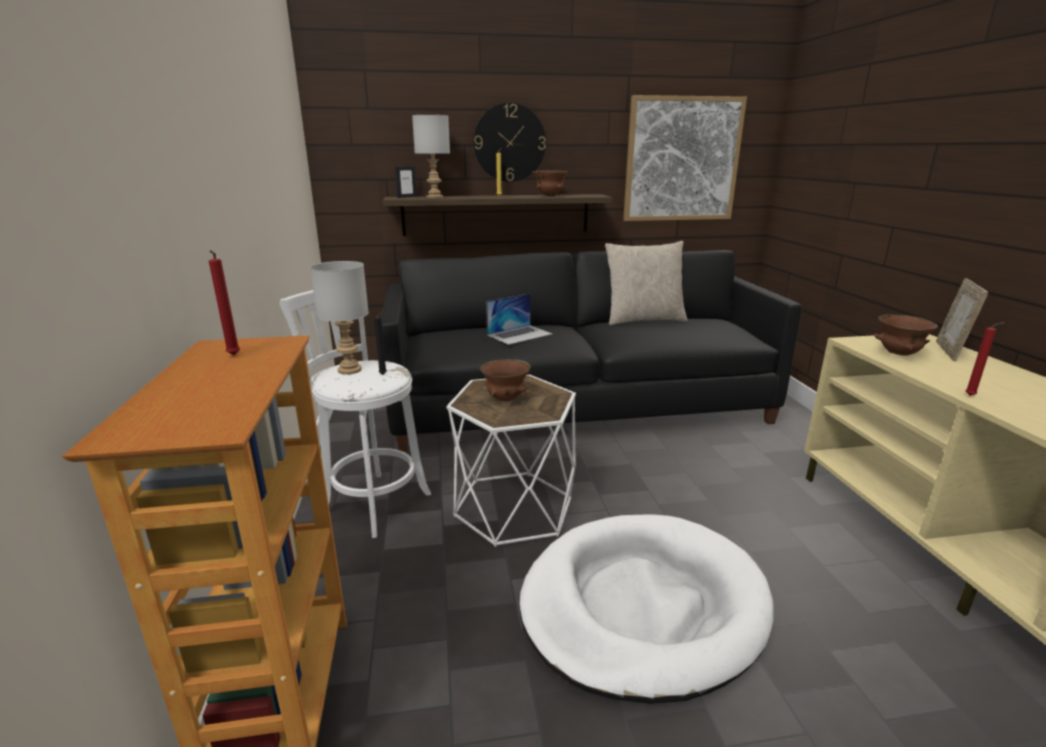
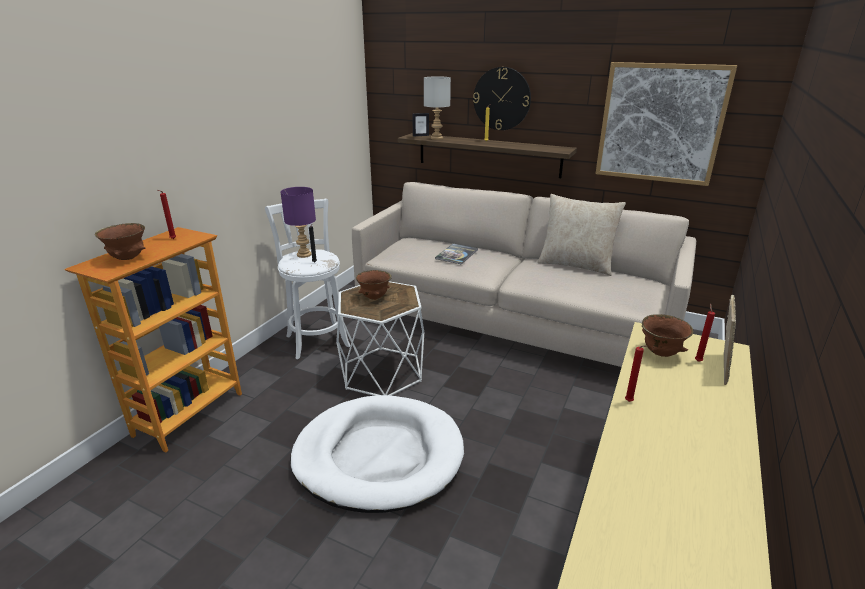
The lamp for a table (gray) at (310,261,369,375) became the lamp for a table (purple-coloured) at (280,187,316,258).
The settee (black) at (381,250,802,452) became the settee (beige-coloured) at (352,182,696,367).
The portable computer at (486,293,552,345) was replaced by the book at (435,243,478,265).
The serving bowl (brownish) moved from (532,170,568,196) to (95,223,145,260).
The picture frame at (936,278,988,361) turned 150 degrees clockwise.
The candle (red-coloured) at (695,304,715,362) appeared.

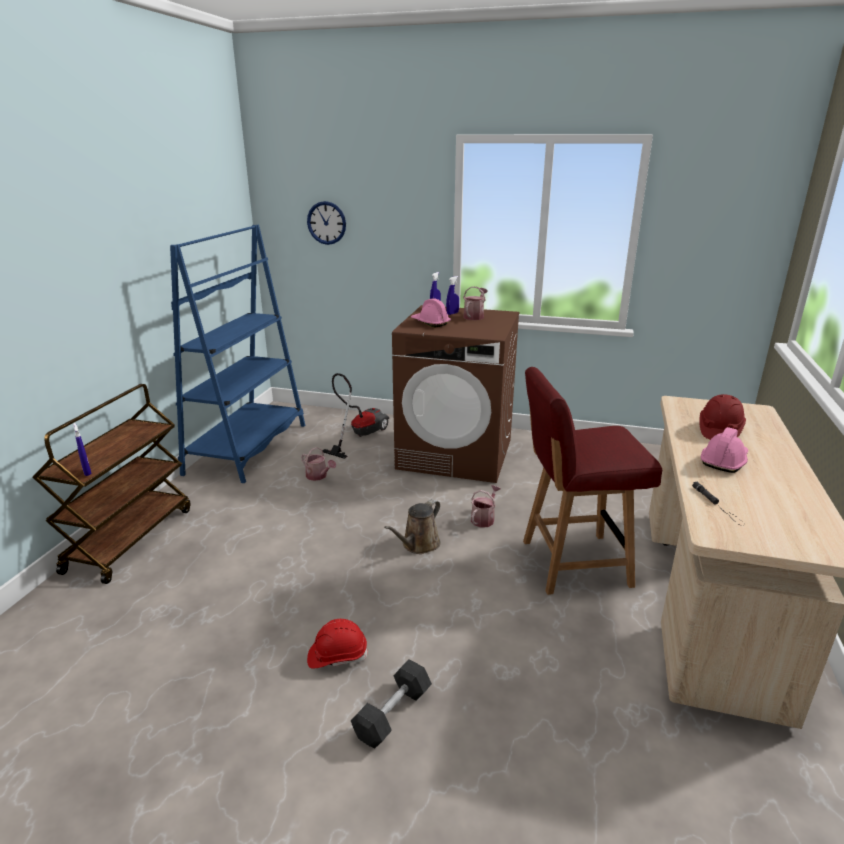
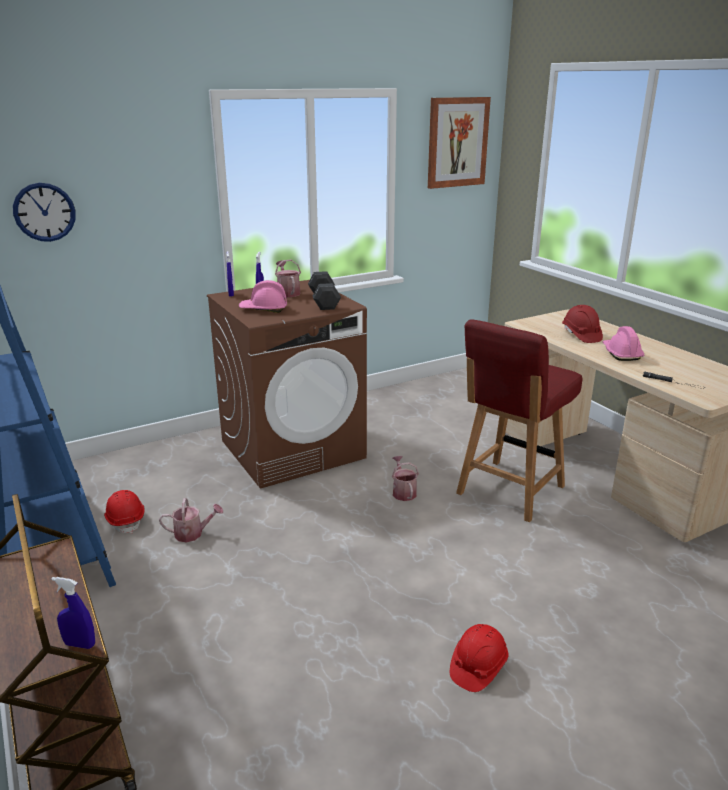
The vacuum at (322,373,389,459) disappeared.
The free weight (gray) moved from (351,659,432,749) to (308,271,341,310).
The watering can (brownish) at (384,499,440,554) disappeared.
The safety helmet (red-coloured) at (104,490,145,534) appeared.
The wall picture at (428,97,491,189) appeared.

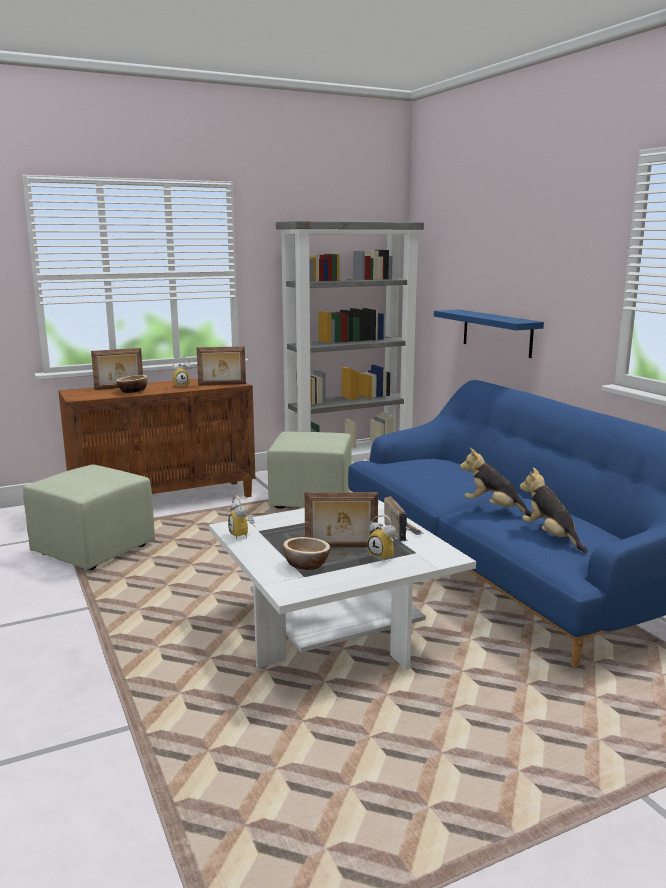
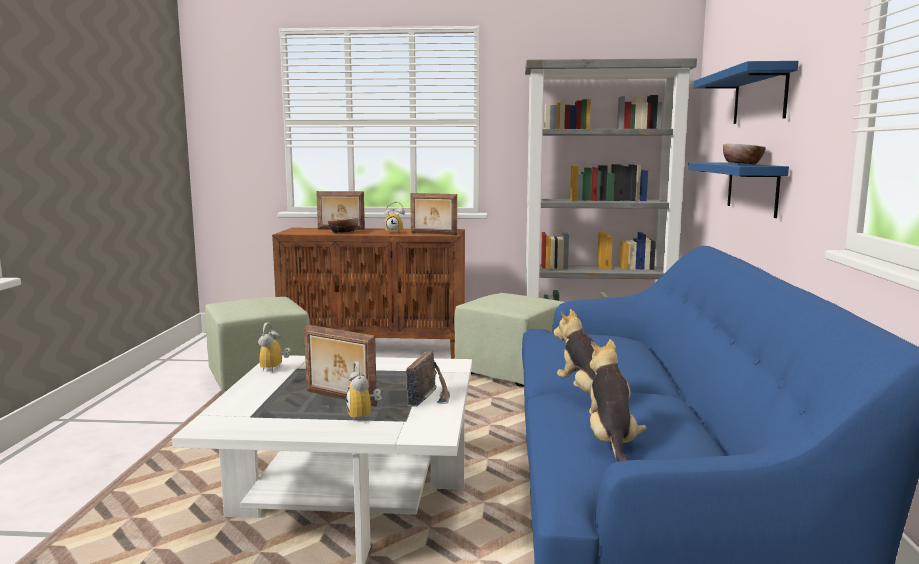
The serving bowl moved from (283,537,330,570) to (723,144,766,164).
The wall shelf (blue) at (693,61,798,124) appeared.

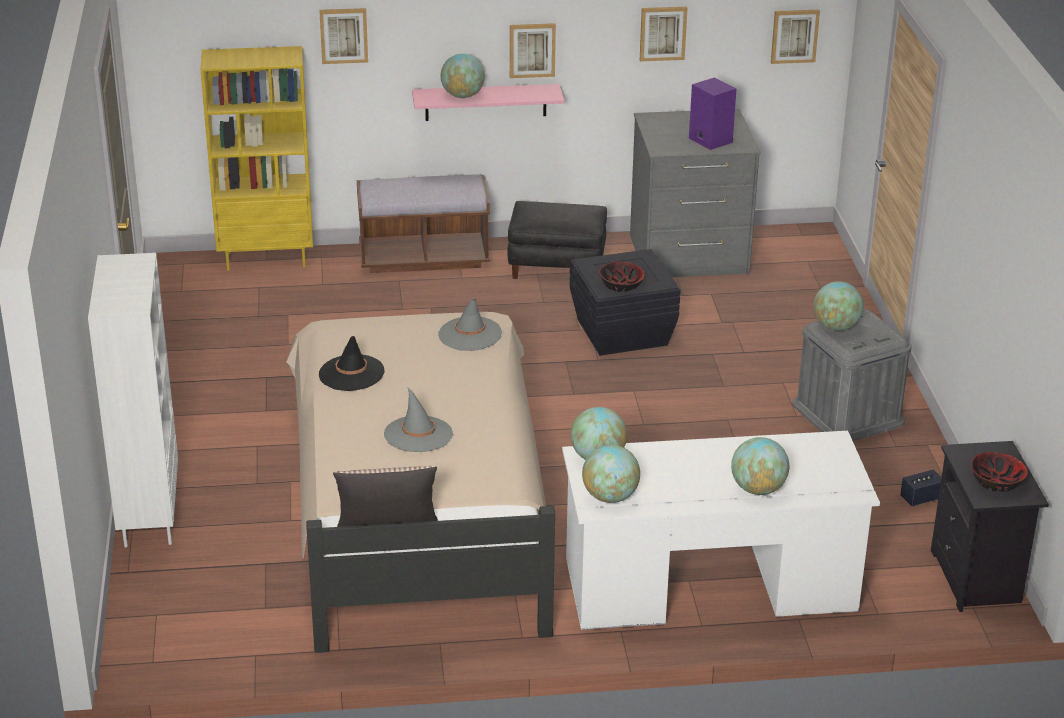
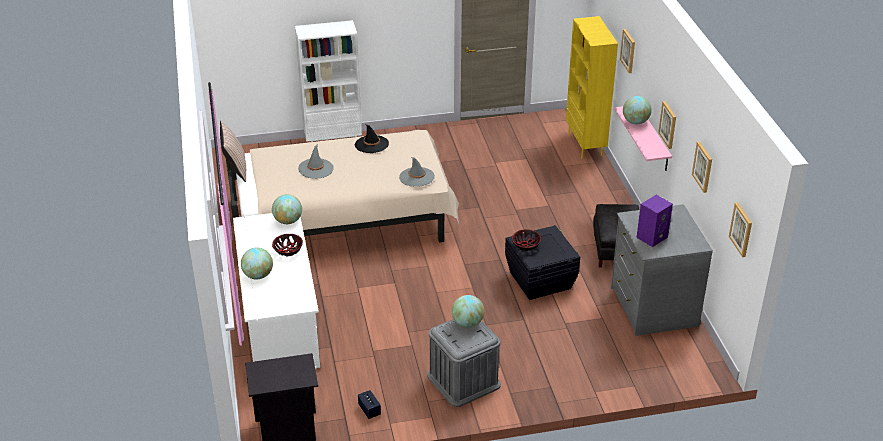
The bench (brownish) at (357,174,490,273) disappeared.
The world globe at (582,445,640,503) disappeared.
The serving bowl moved from (971,452,1028,492) to (272,234,303,256).

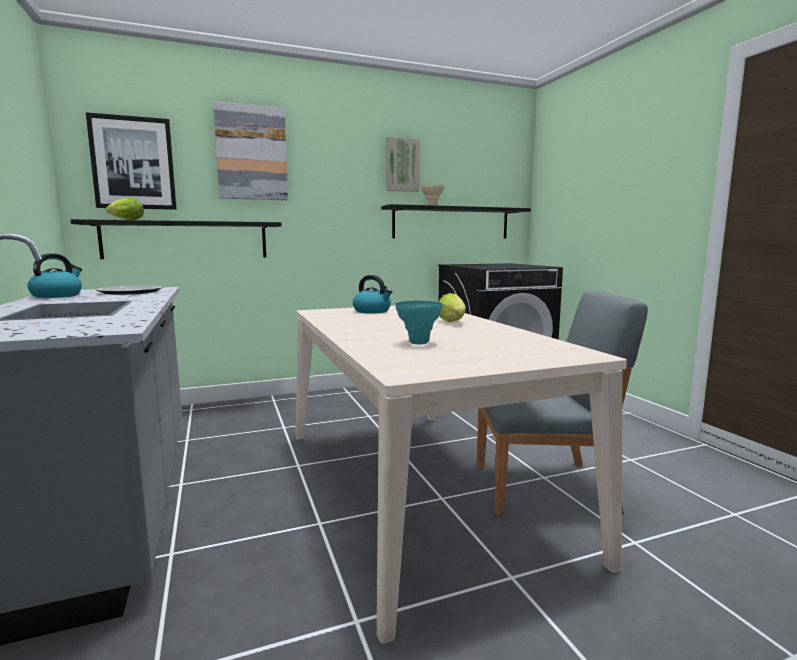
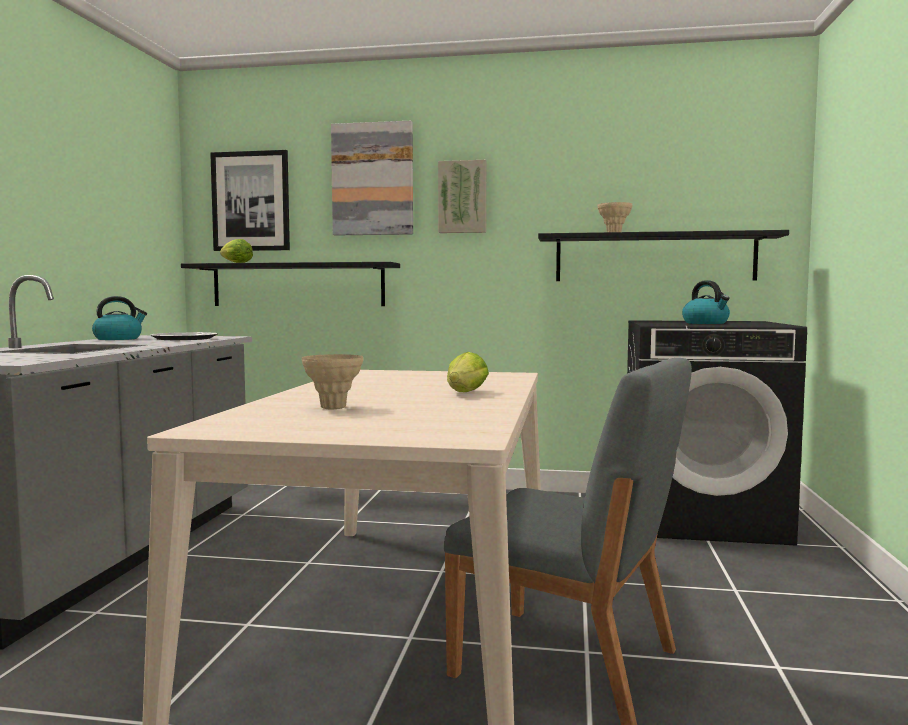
The kettle moved from (353,275,392,314) to (682,280,730,324).
The wall picture moved from (386,136,420,192) to (438,160,486,233).
The decorative vase (blue-green) at (396,301,443,344) became the decorative vase (beige-coloured) at (302,354,363,409).

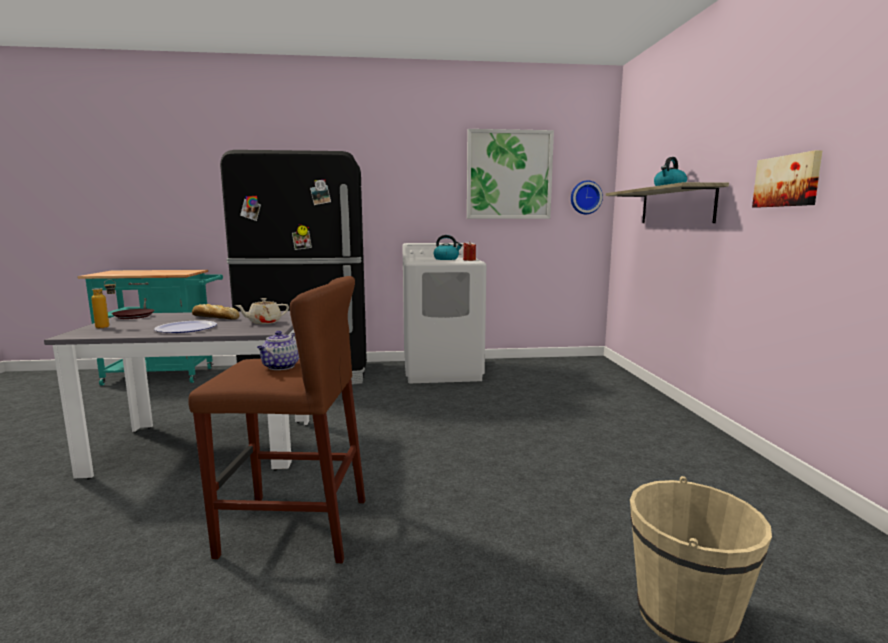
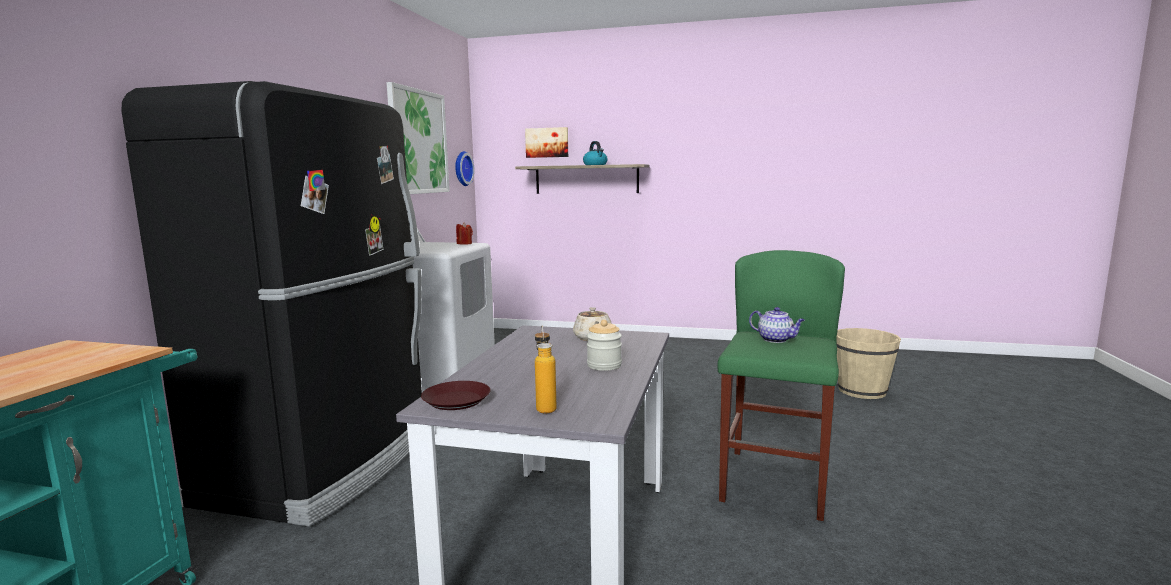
The flat dish at (154,320,217,333) was replaced by the jar at (587,320,622,371).
The stool seat (brownish) at (188,276,365,563) became the stool seat (green) at (717,250,845,521).
The bread at (192,304,239,319) disappeared.
The kettle at (434,235,462,260) disappeared.
The wall picture moved from (752,150,823,208) to (525,127,568,158).

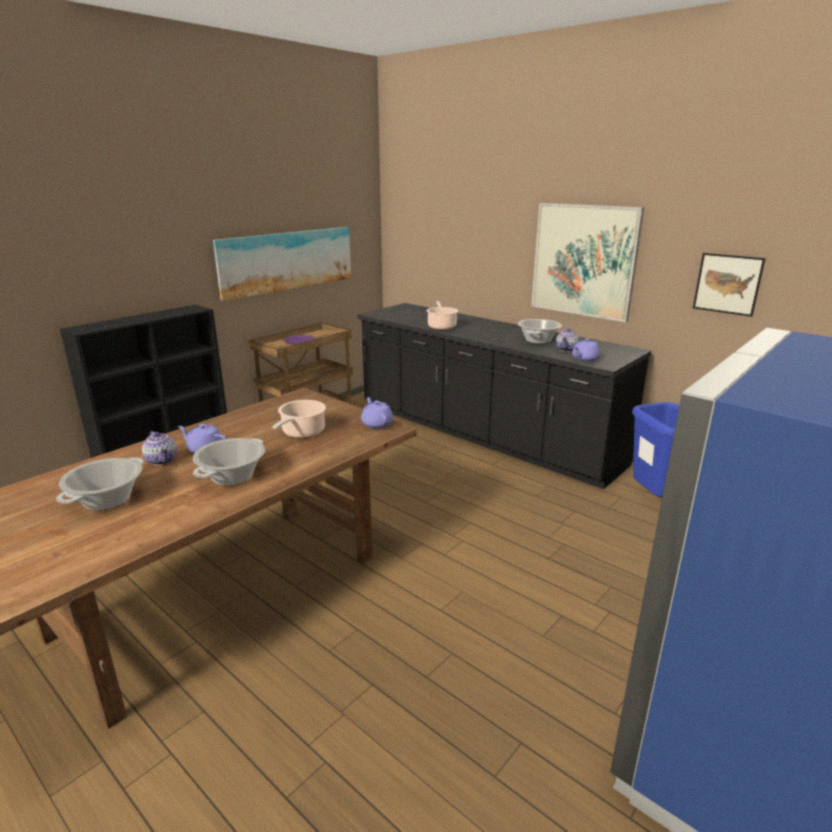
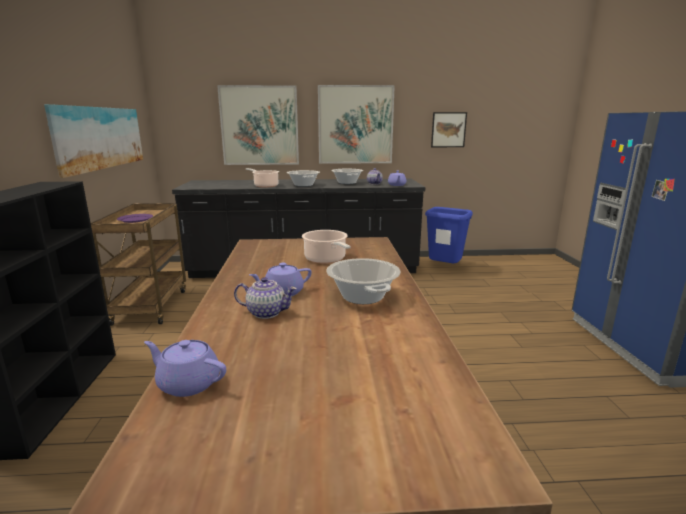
The saucepot moved from (56,457,144,510) to (287,170,320,187).
The pot for tea (purple-coloured) moved from (361,397,393,429) to (144,340,226,397).
The wall picture at (217,85,299,165) appeared.

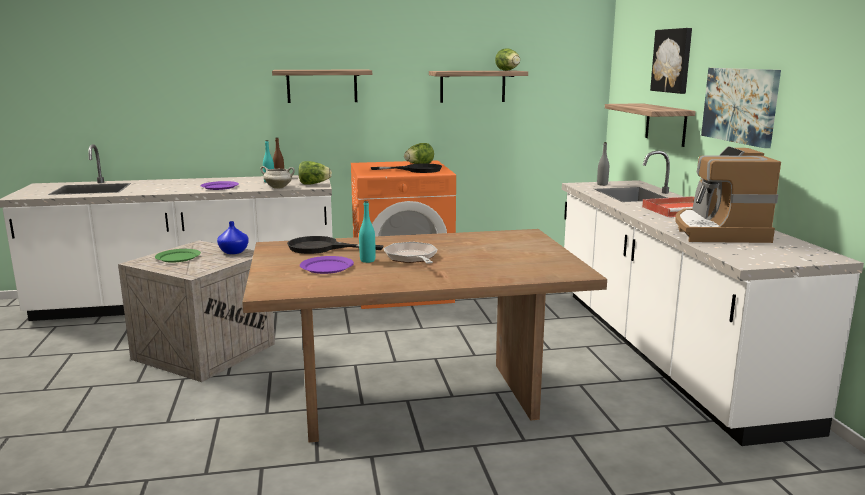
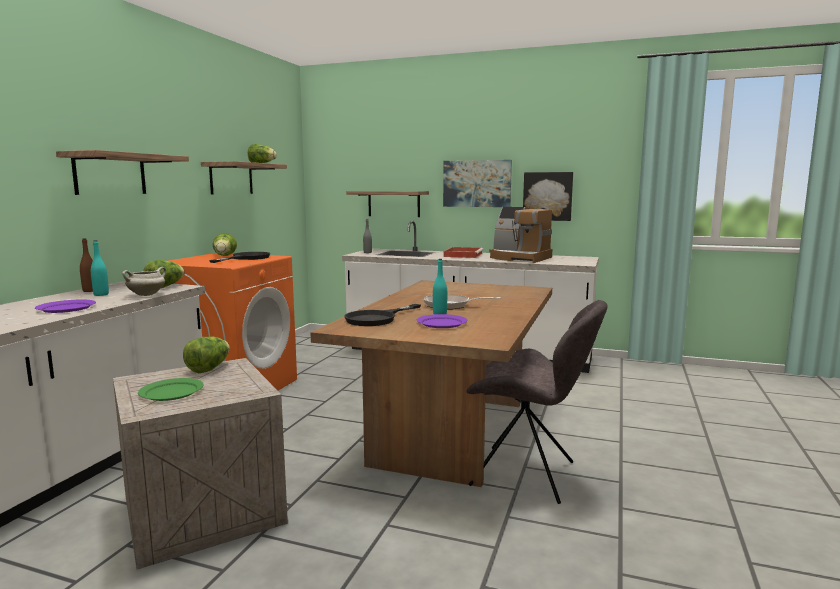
The decorative vase (blue) at (217,221,249,254) was replaced by the head of lettuce at (183,336,230,373).
The wall picture moved from (650,28,692,94) to (523,172,573,221).
The chair (gray) at (467,300,608,504) appeared.

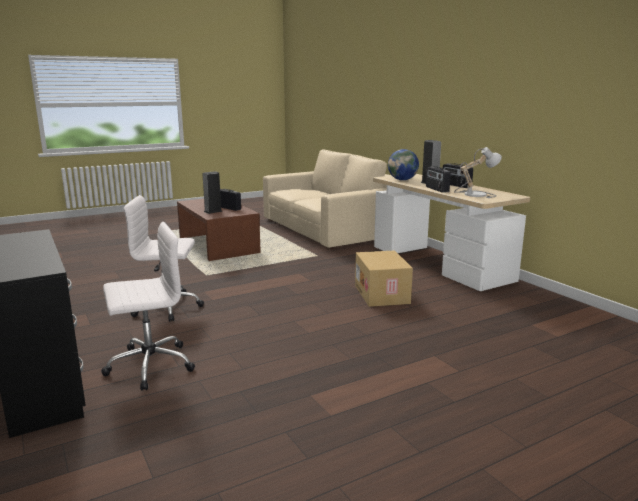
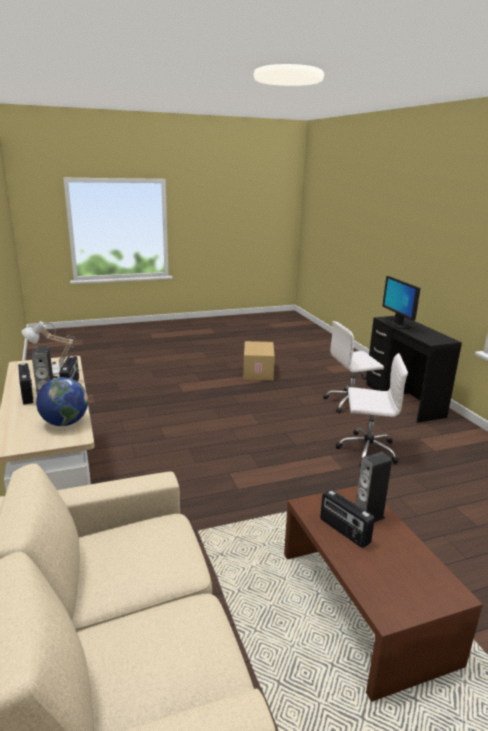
The cardboard box moved from (355,250,413,307) to (243,341,275,381).
The monitor at (382,276,421,329) appeared.

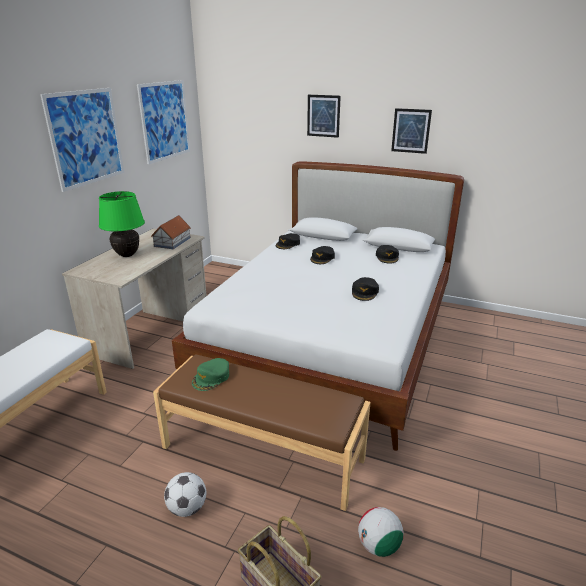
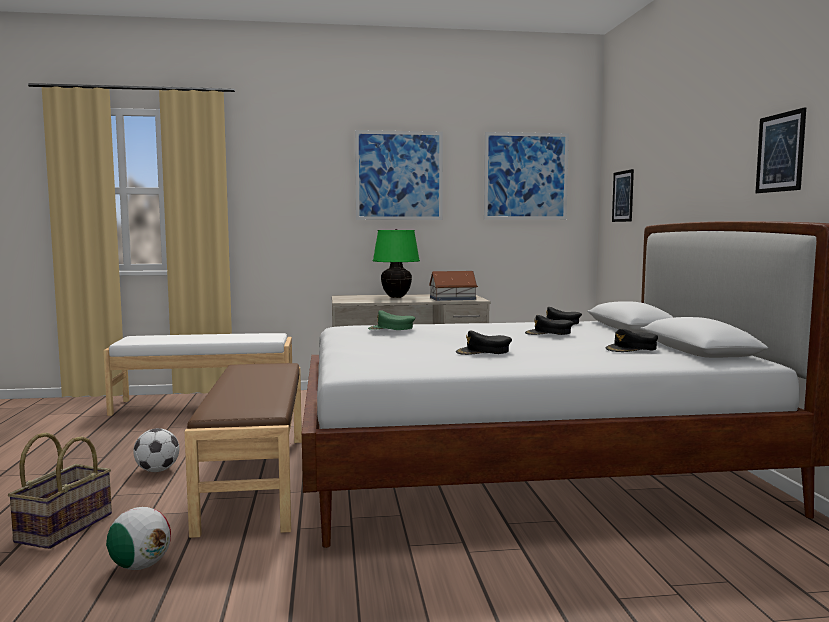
The cap (green) moved from (192,358,229,391) to (368,310,415,330).
The wall picture moved from (307,95,341,138) to (612,169,634,222).

